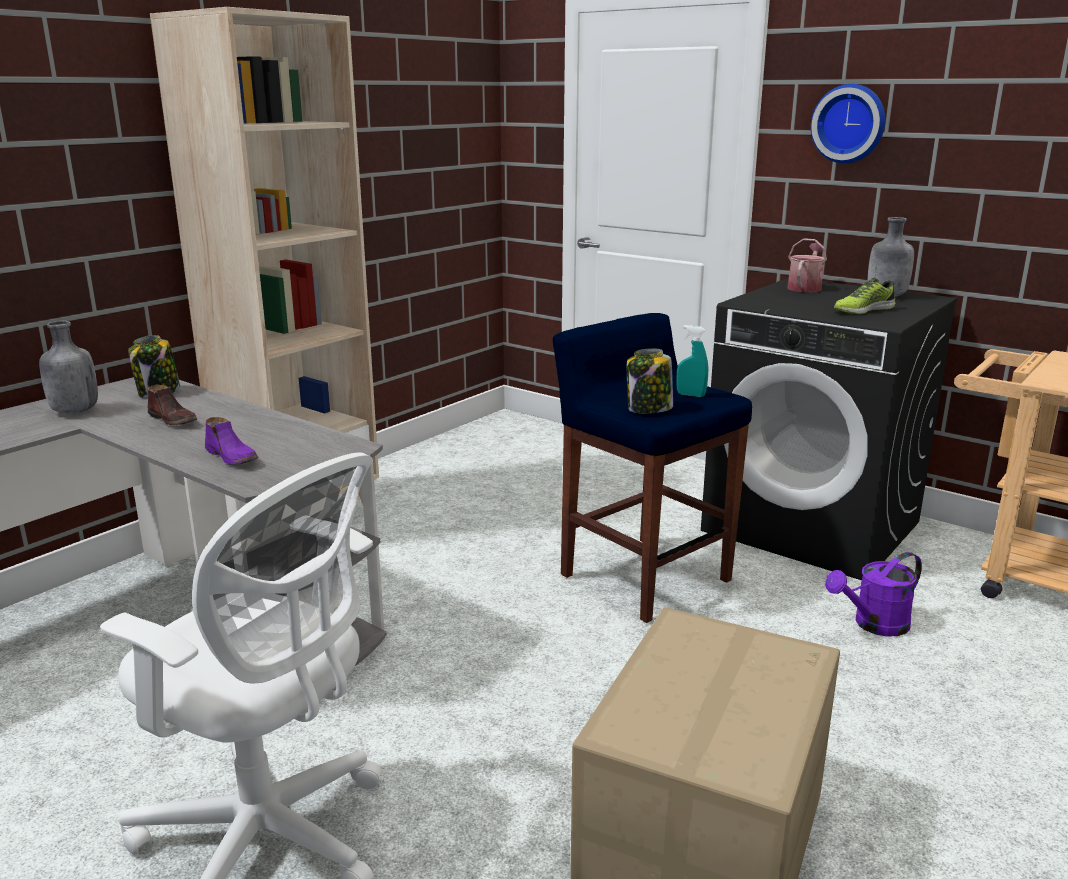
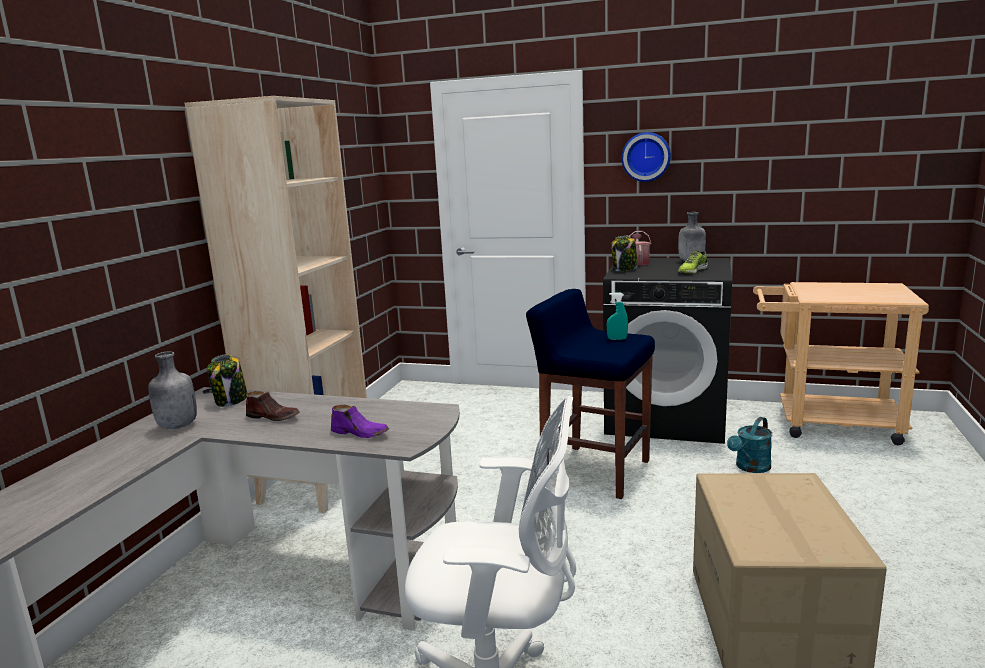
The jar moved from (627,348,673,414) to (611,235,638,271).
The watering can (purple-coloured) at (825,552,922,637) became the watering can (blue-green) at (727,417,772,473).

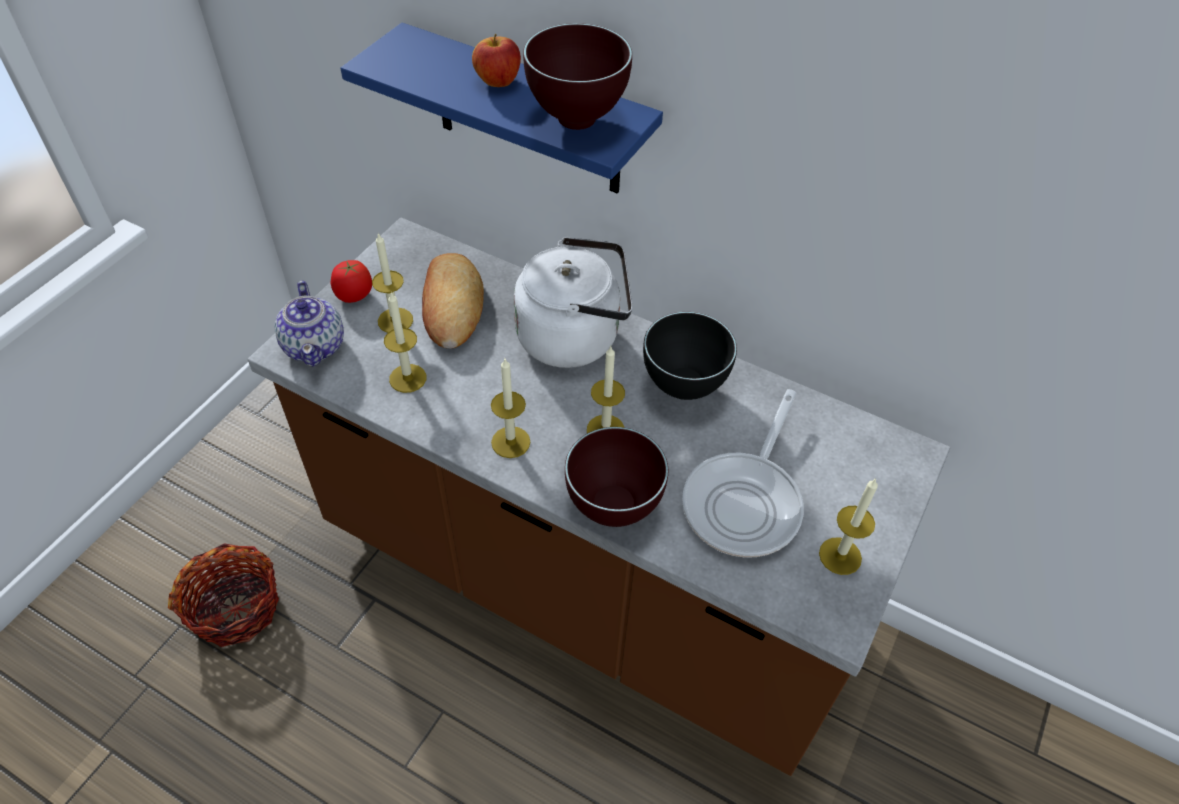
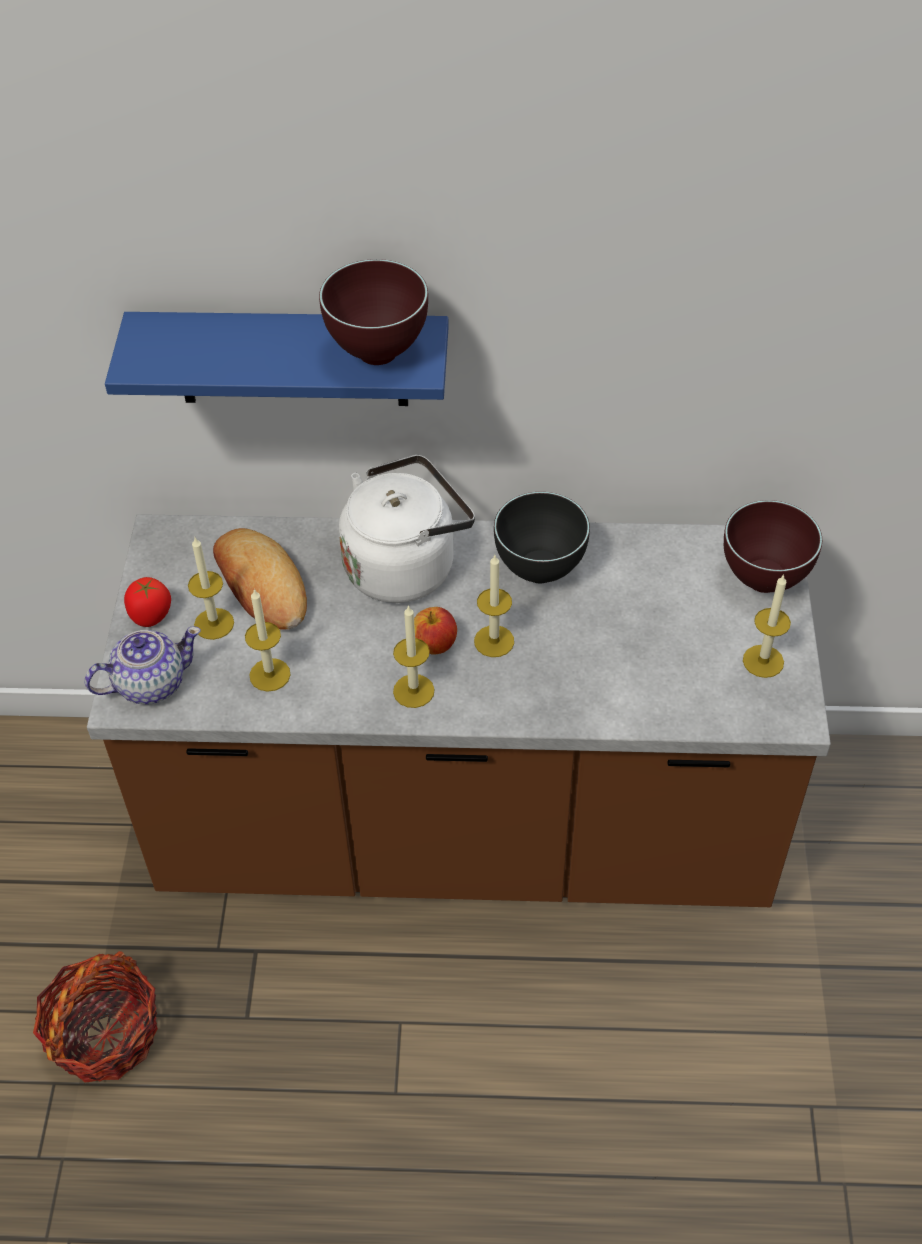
The pot for tea at (274,281,344,367) turned 75 degrees counterclockwise.
The apple fruit moved from (472,34,521,87) to (414,607,457,655).
The serving bowl (brownish) moved from (565,427,668,527) to (724,500,822,593).
The frying pan at (682,389,804,558) disappeared.

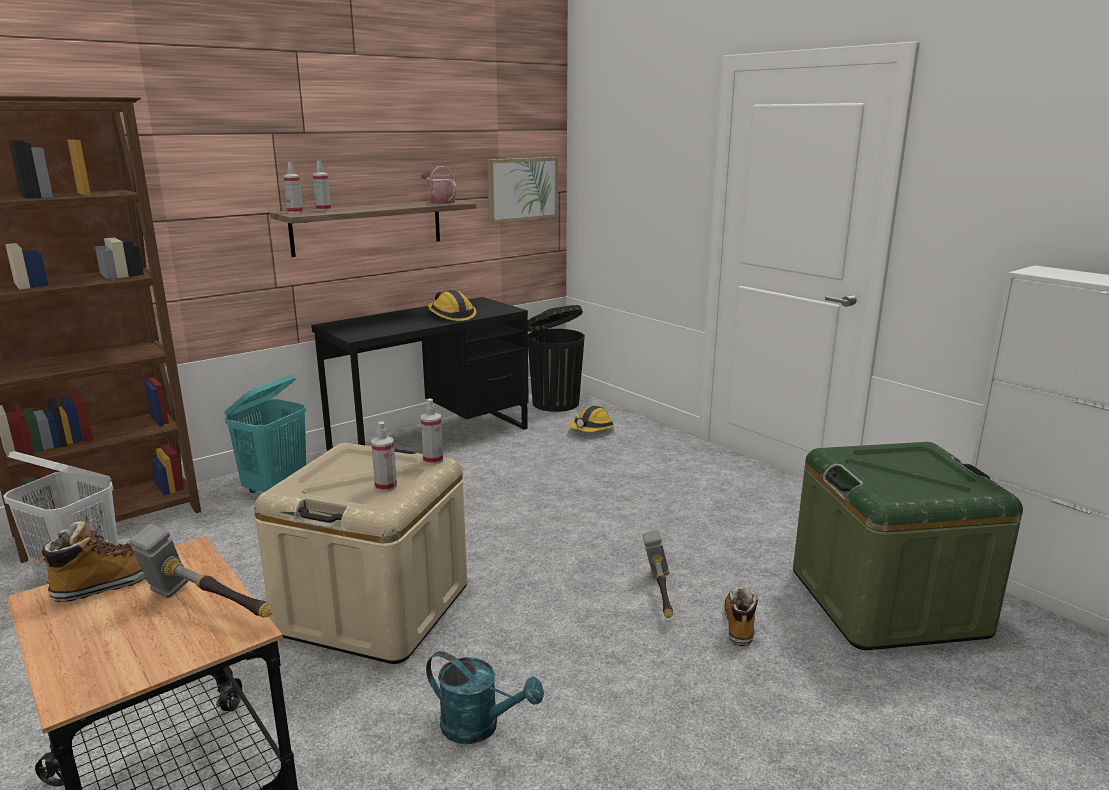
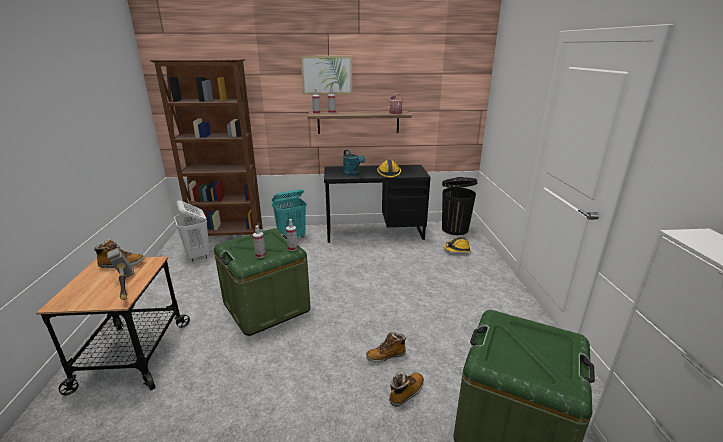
The storage bin (beige-coloured) at (254,443,467,664) became the storage bin (green) at (214,228,310,336).
The watering can (blue-green) moved from (426,651,544,744) to (343,150,365,176).
The wall picture moved from (487,157,558,224) to (301,56,353,95).
The hammer at (642,530,673,618) was replaced by the high-top boot at (366,332,407,363).

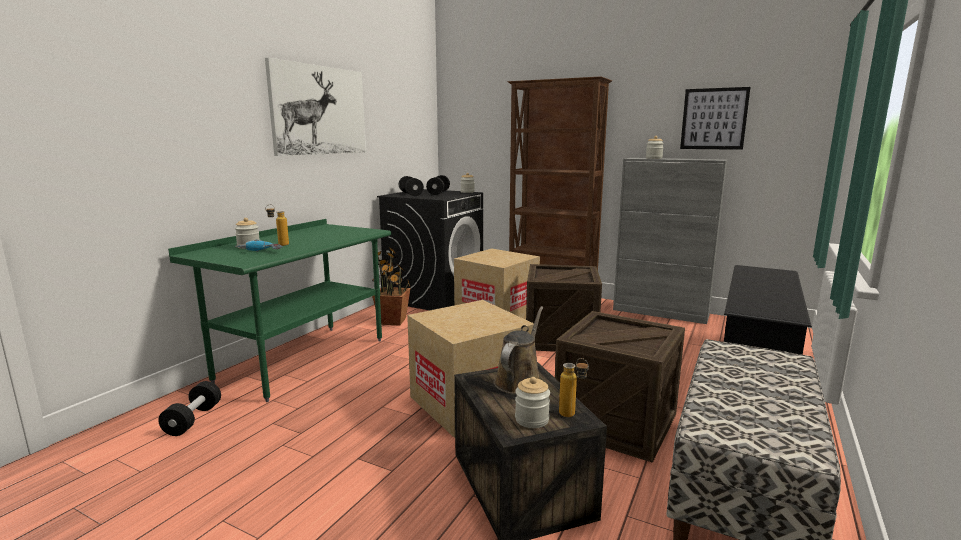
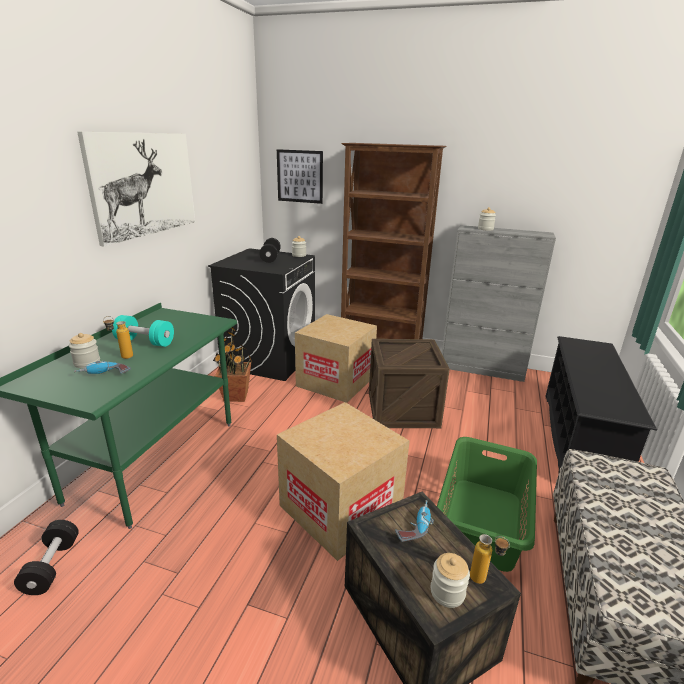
The free weight (black) at (399,176,424,196) disappeared.
The watering can (brownish) at (494,306,543,394) was replaced by the drill at (395,500,434,542).
The shipping crate at (555,311,685,463) was replaced by the washing basket (green) at (437,437,537,572).
The wall picture moved from (680,87,751,150) to (277,149,323,204).
The free weight (blue-green) at (112,315,174,347) appeared.

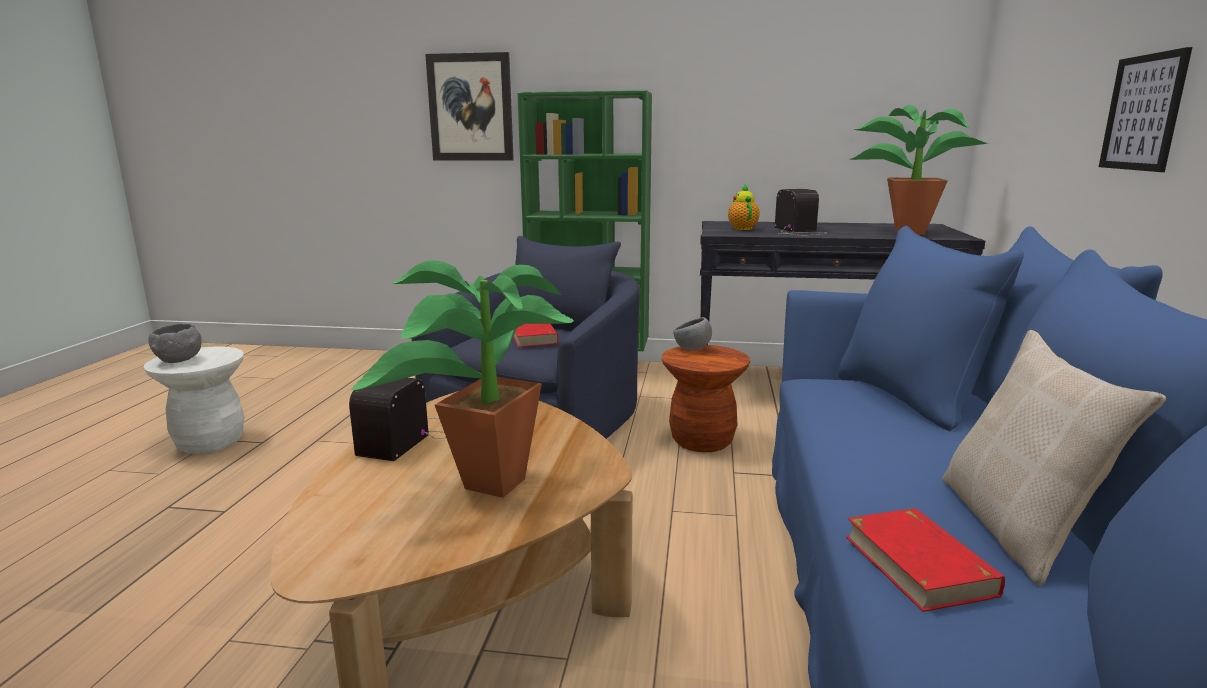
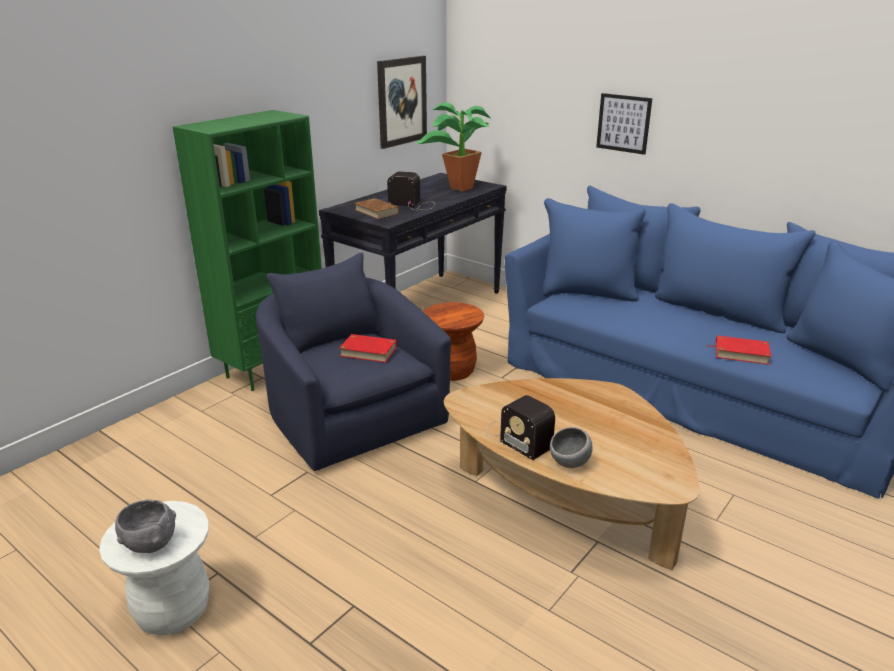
The potted plant at (351,261,574,498) disappeared.
The wall picture moved from (425,52,514,161) to (377,56,427,149).
The serving bowl (gray) moved from (673,317,712,351) to (550,427,593,468).
The pot for tea at (728,184,760,230) was replaced by the book (brownish) at (355,198,399,219).
The cushion (beige-coloured) at (942,330,1166,585) disappeared.

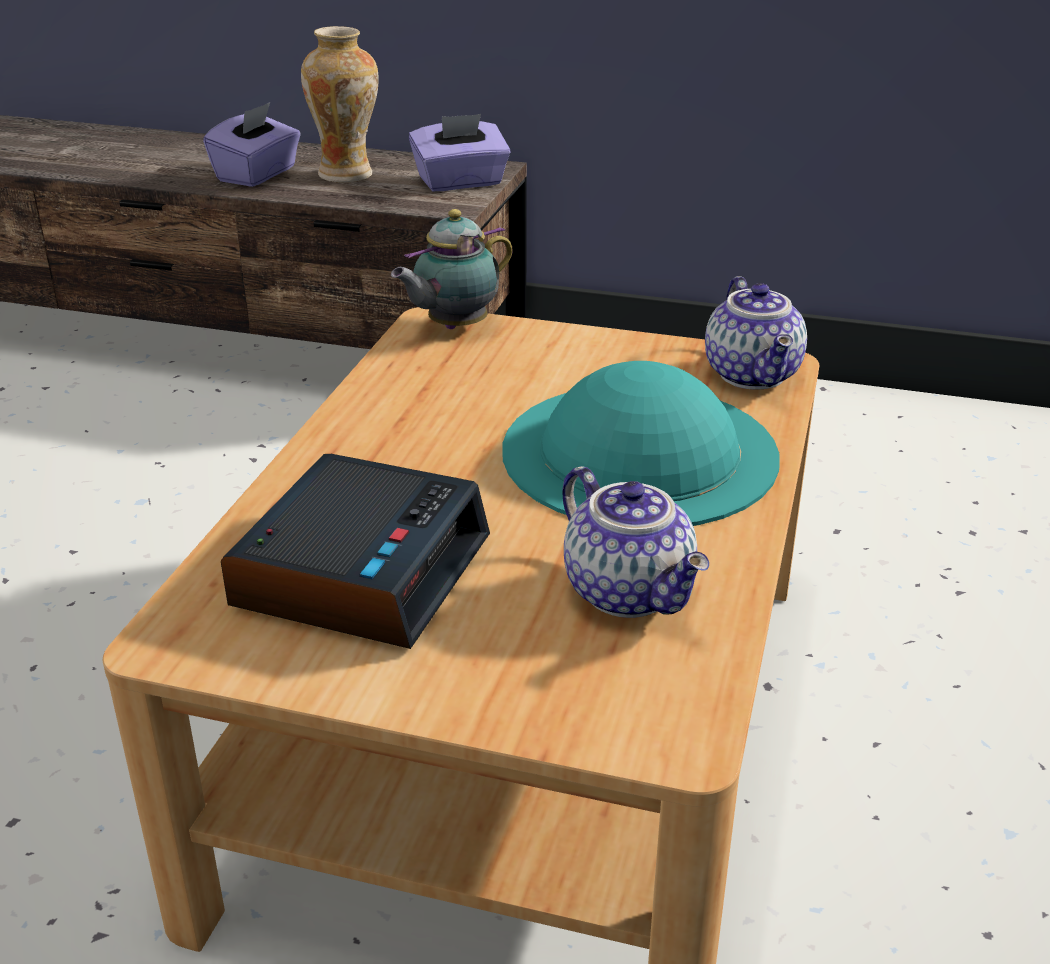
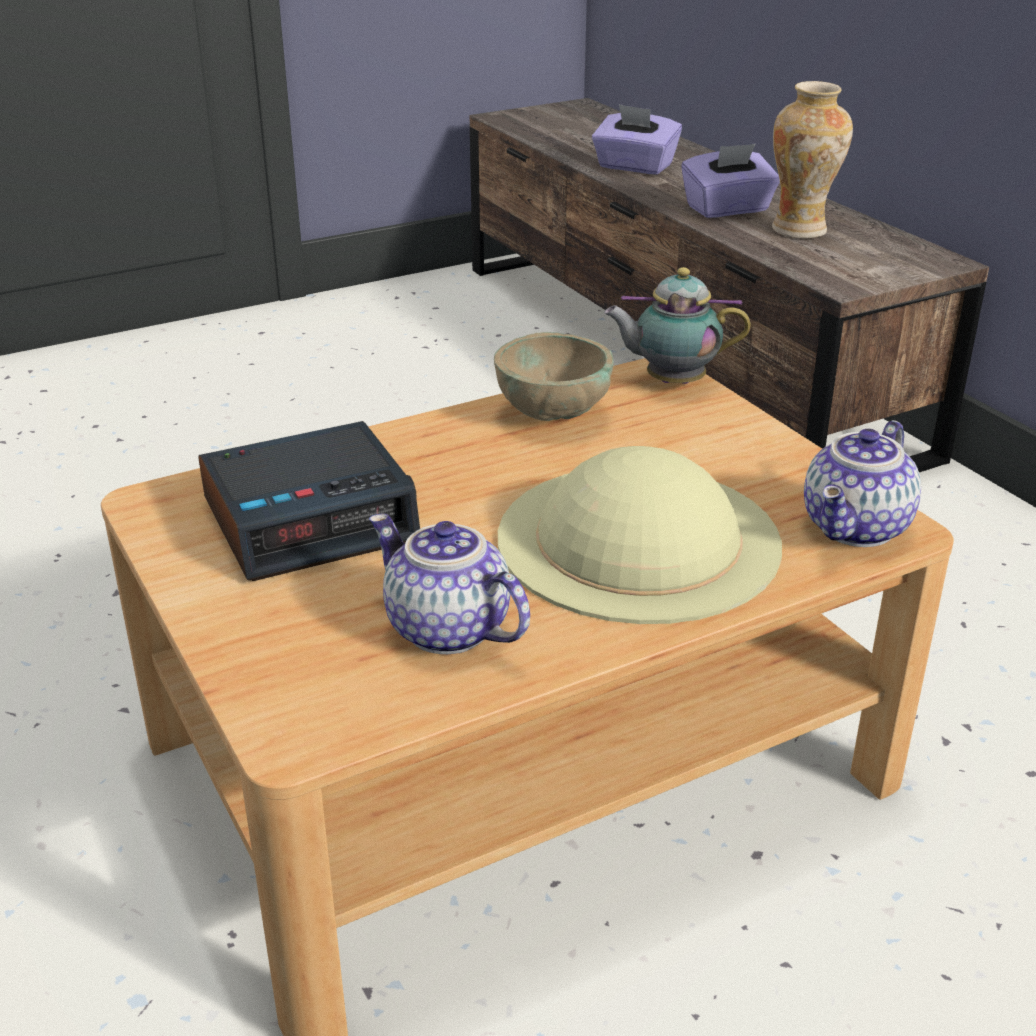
The box of tissues (purple-coloured) moved from (409,114,511,191) to (592,104,682,175).
The clothing hat (blue-green) at (502,361,780,526) became the clothing hat (beige-coloured) at (498,446,782,624).
The pot for tea at (562,466,709,618) turned 120 degrees clockwise.
The serving bowl (beige-coloured) at (494,332,613,421) appeared.

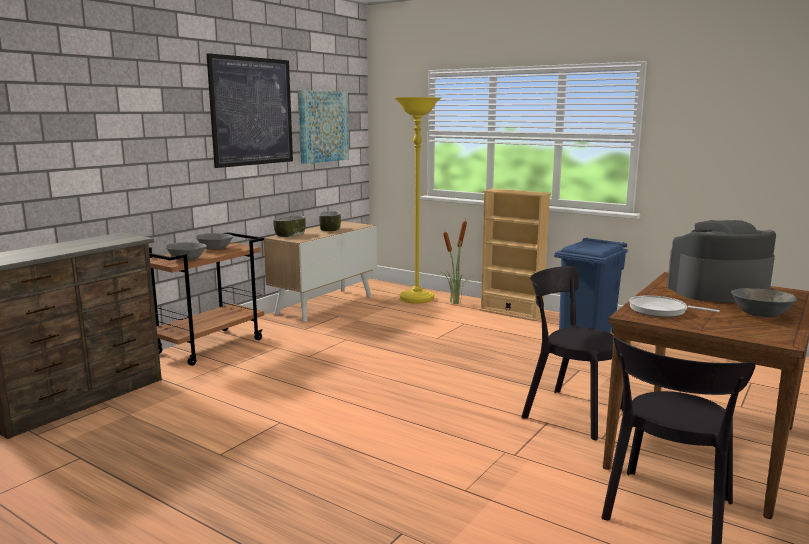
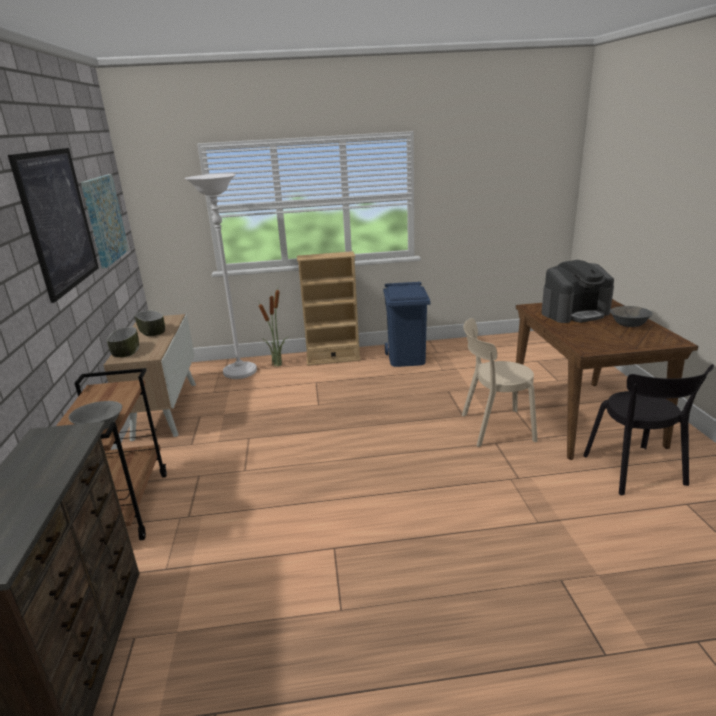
The serving bowl (gray) at (195,233,234,250) disappeared.
The floor lamp (yellowish) at (394,97,441,304) became the floor lamp (white-coloured) at (185,174,257,379).
The chair (black) at (521,266,624,440) became the chair (beige-coloured) at (462,318,538,447).
The frying pan at (629,295,720,317) disappeared.
The coffee brewer at (667,220,776,302) turned 150 degrees counterclockwise.

